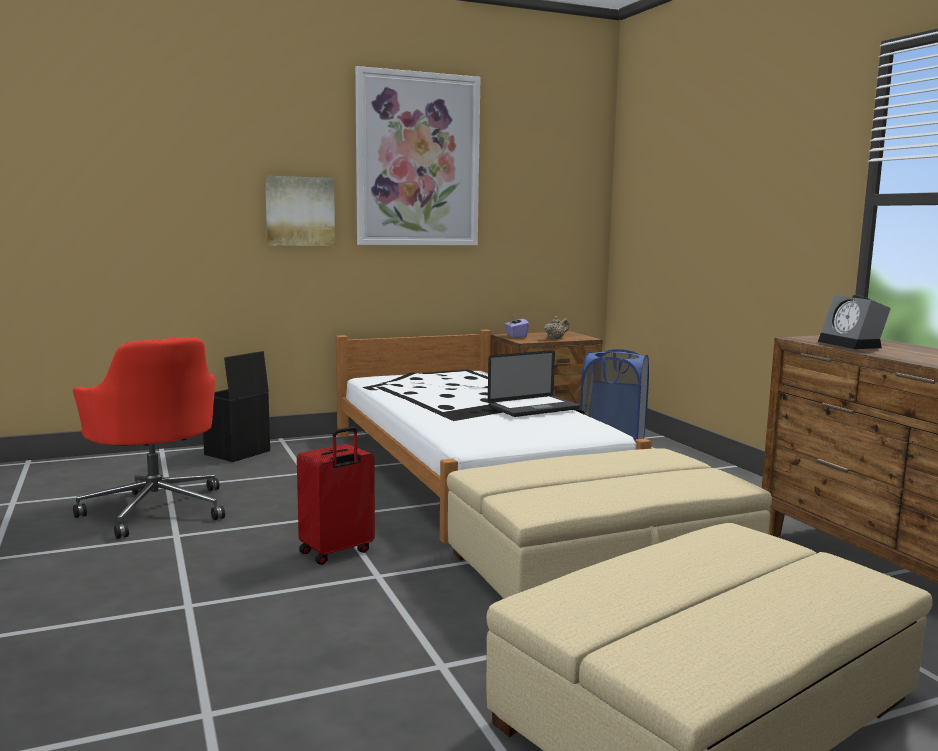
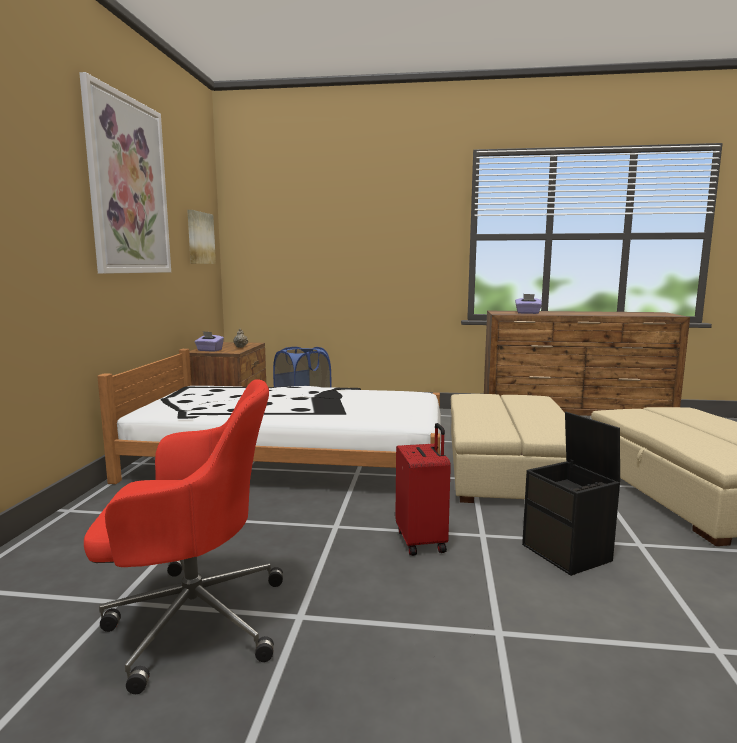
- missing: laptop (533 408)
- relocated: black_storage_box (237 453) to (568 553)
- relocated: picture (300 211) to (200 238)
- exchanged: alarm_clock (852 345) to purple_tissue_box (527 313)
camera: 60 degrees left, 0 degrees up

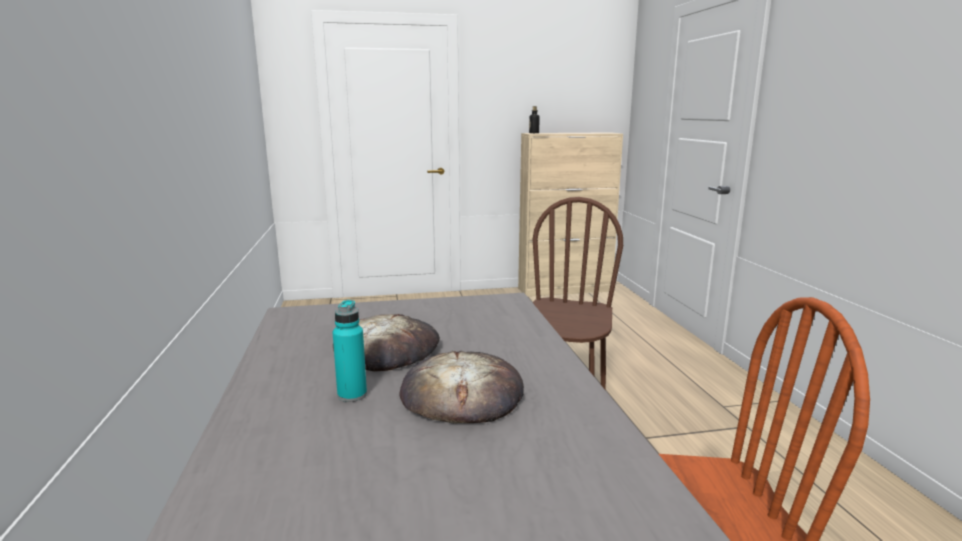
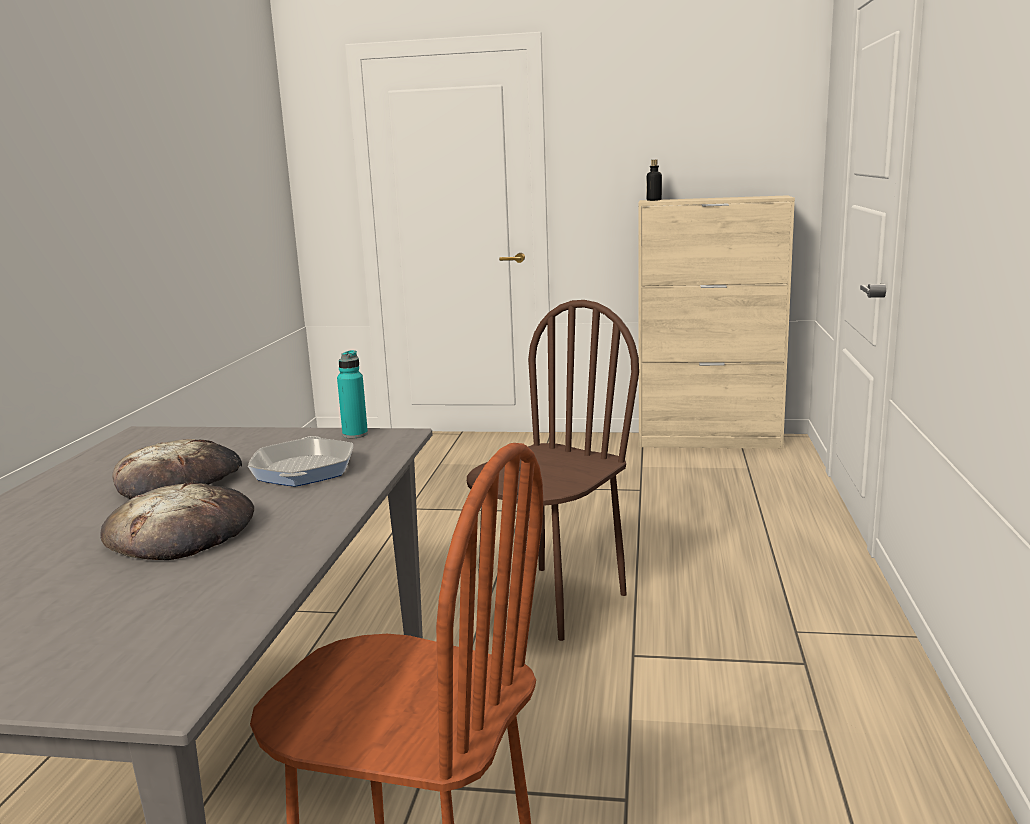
- appeared: frying_pan (303 470)
- relocated: turquoise_bottle (352 395) to (355 434)
camera: 20 degrees right, 0 degrees up

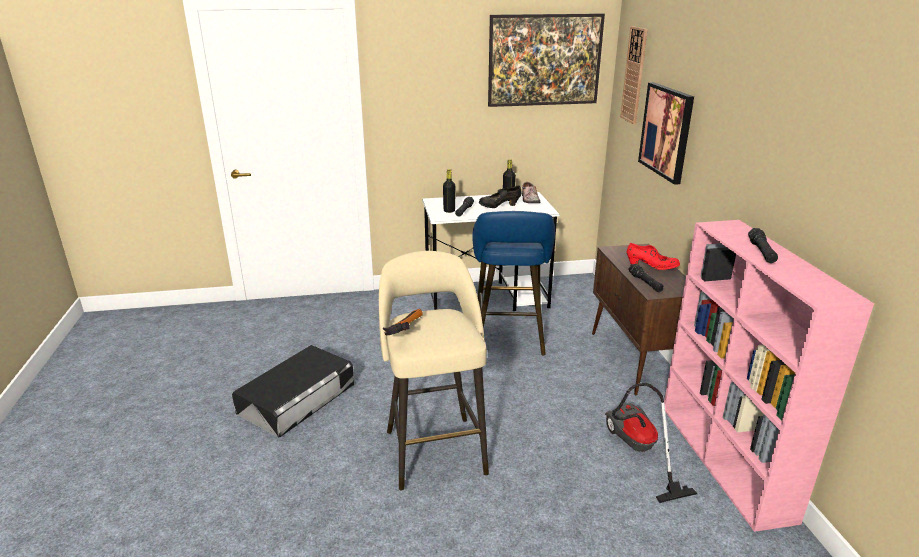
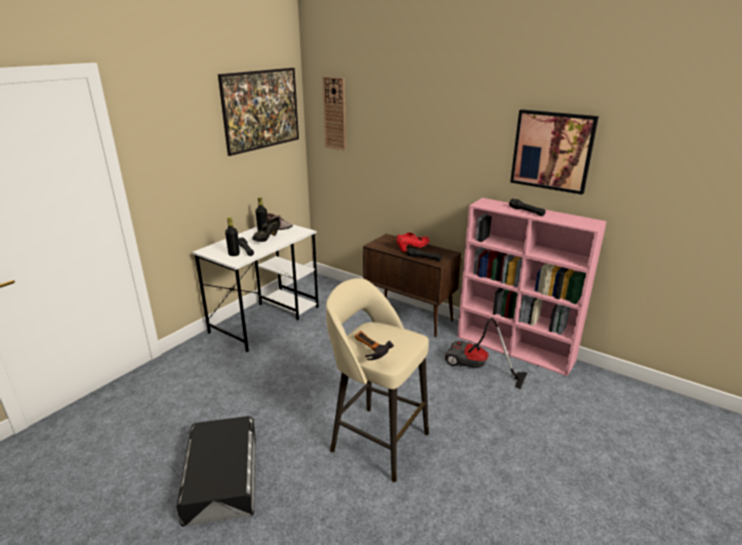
- missing: blue_stool (509 340)
- relocated: picture (666 131) to (552 151)
camera: 45 degrees left, 0 degrees up

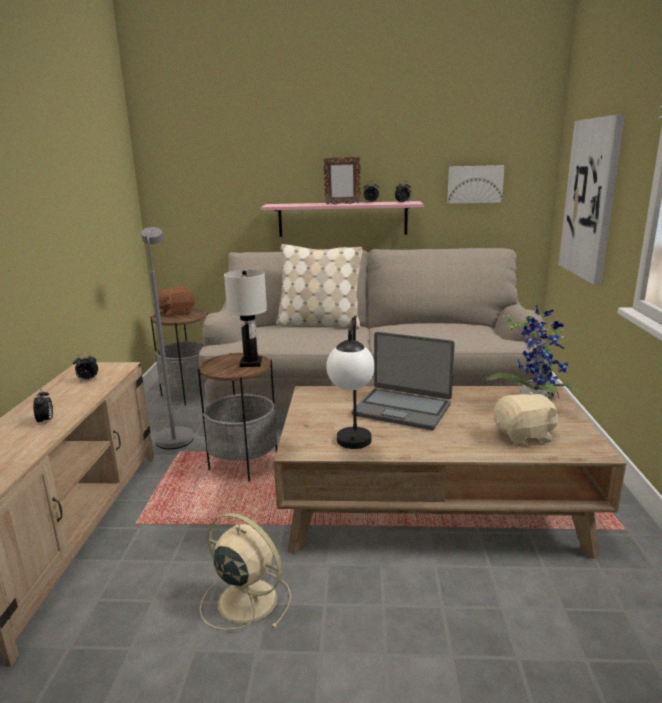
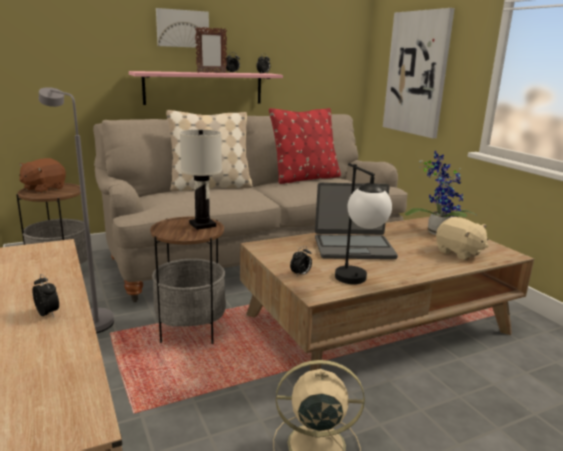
- appeared: red_pillow (305 178)
- relocated: alarm_clock (88 380) to (300 274)
- relocated: picture (475 184) to (182 28)
- spun: beige_plush_toy (524 436) = (459 252) 90 degrees clockwise
camera: 30 degrees left, 0 degrees up

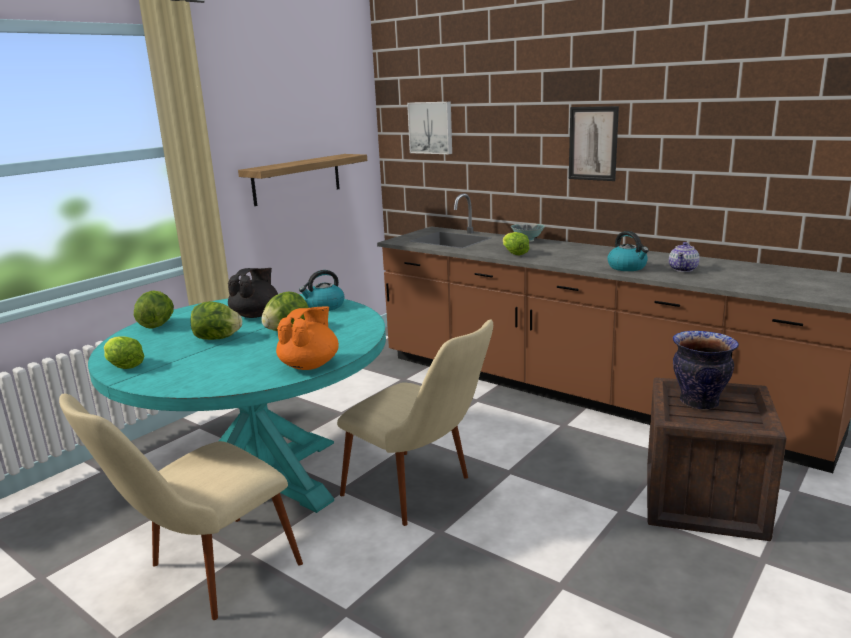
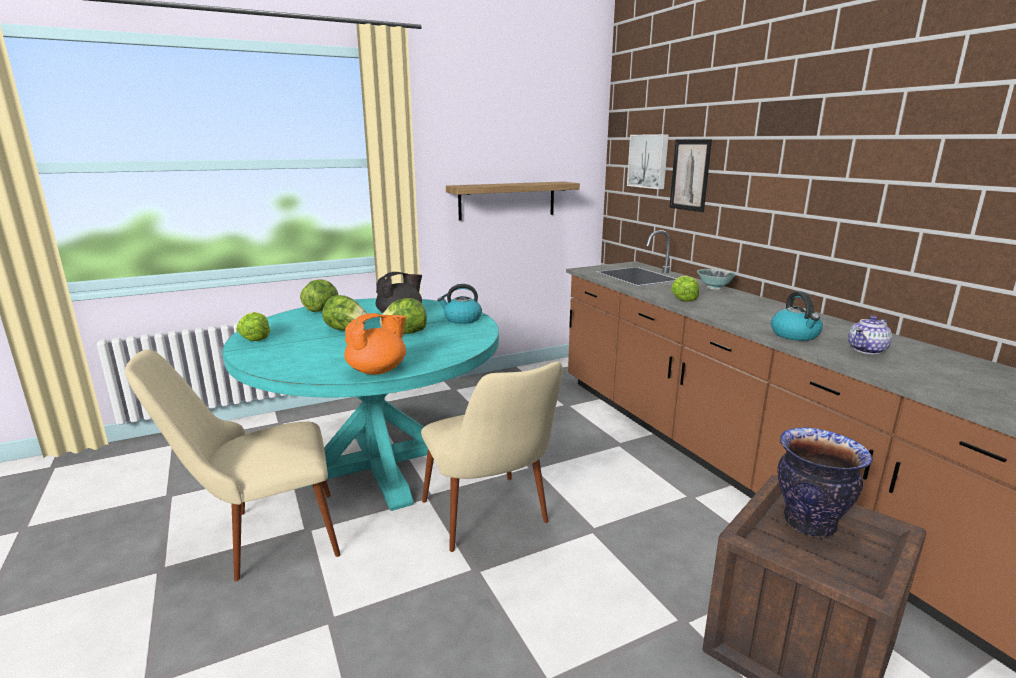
- relocated: picture (593 143) to (690 175)
camera: 25 degrees right, 0 degrees up

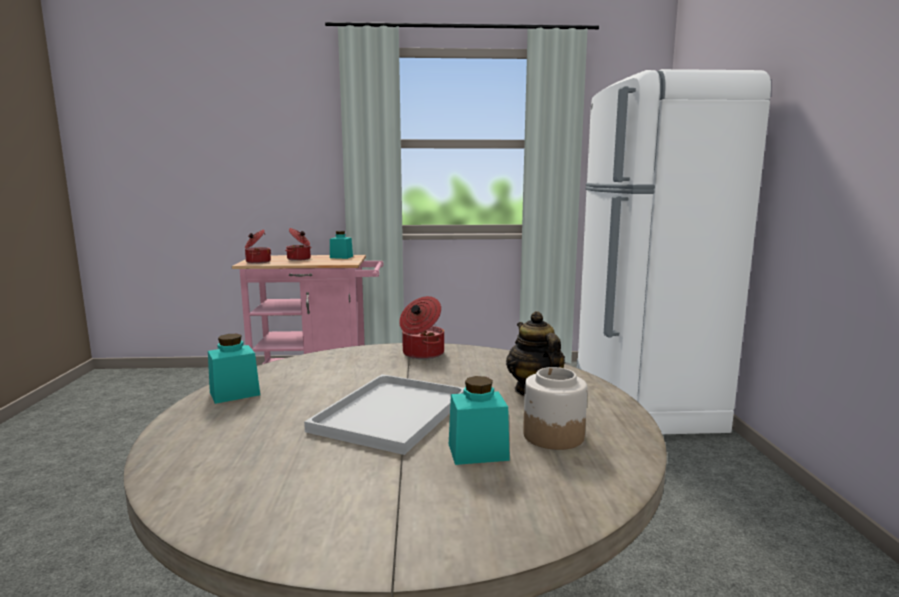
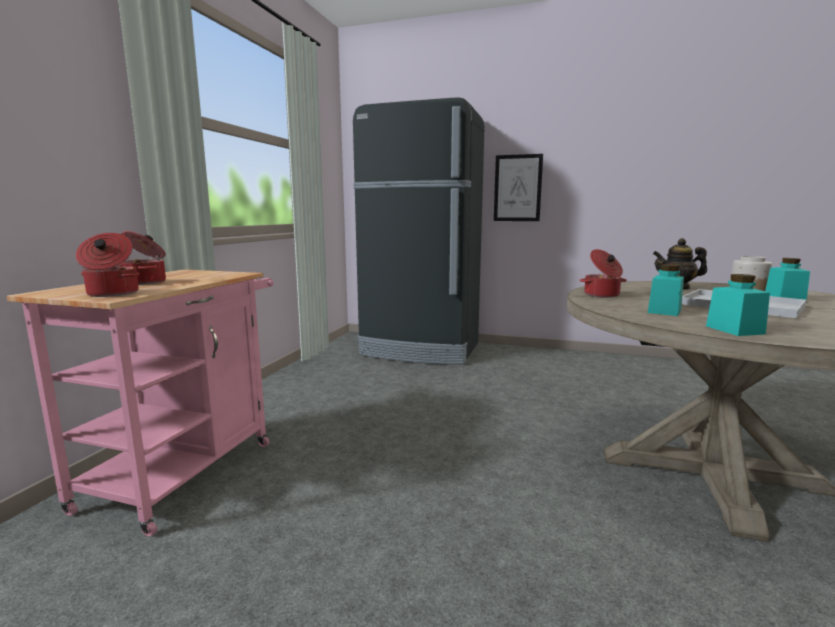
- appeared: picture (517 188)
- relocated: turquoise_jar (341 257) to (664 311)
- colour: white_fridge (642 405) to black_fridge (421 349)
camera: 70 degrees left, 0 degrees up

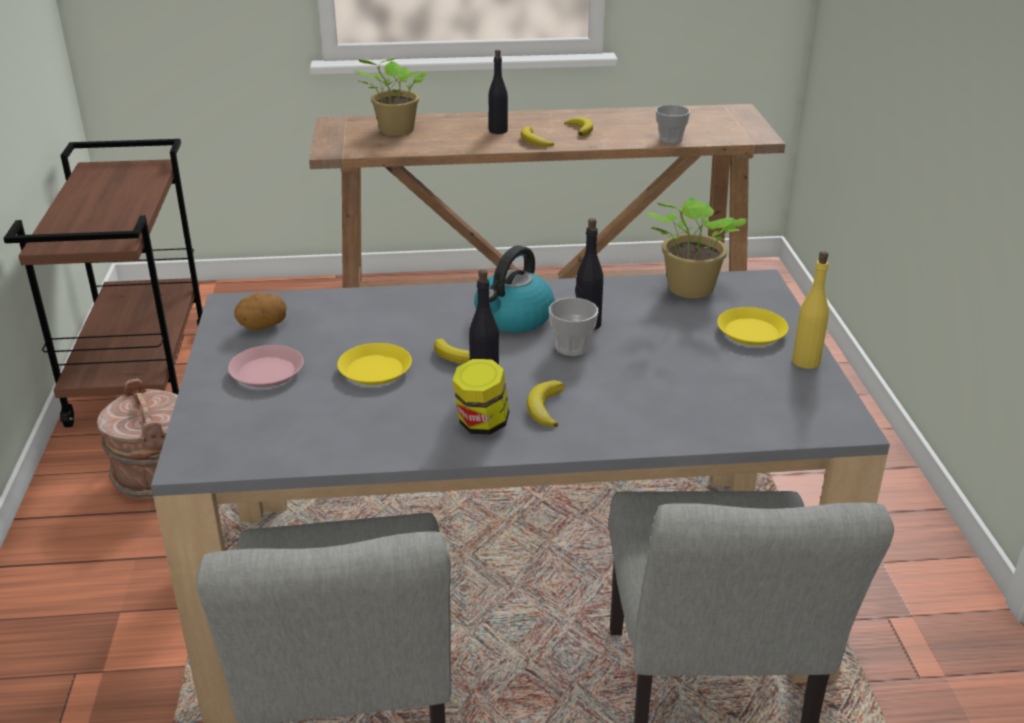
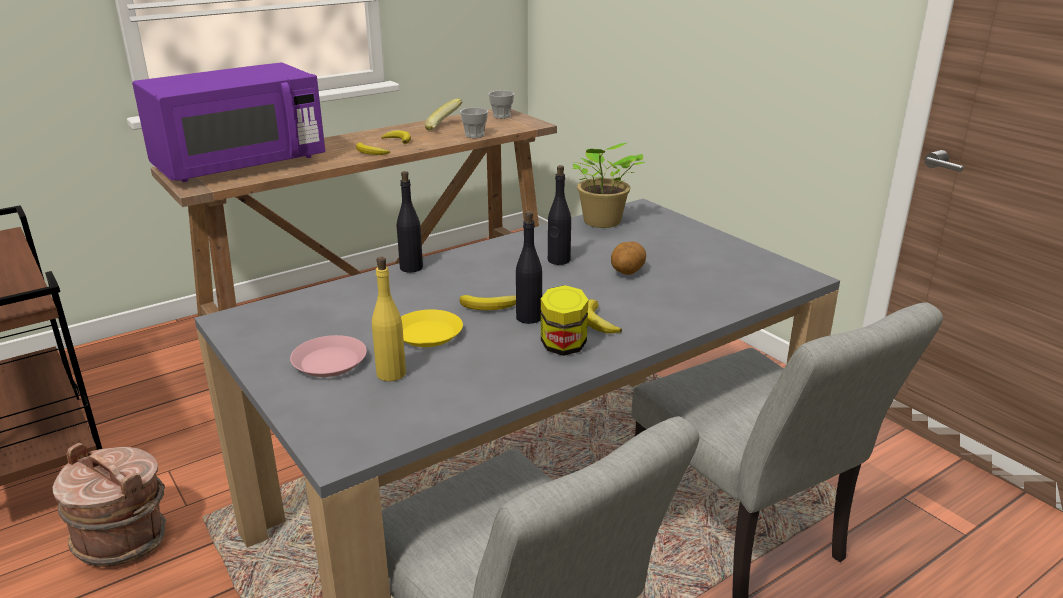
- missing: kettle (513 318)
- missing: yellow_plate (751 332)
- appeared: banana (444 128)
- relocated: potato (262 327) to (627 272)
- relocated: black_bottle (498 131) to (411 267)
- relocated: cup (572 347) to (501 116)
- relocated: yellow_bottle (806 361) to (391 373)
- exchanged: potted_plant (394 131) to purple_microwave (239 165)
camera: 30 degrees left, 5 degrees down

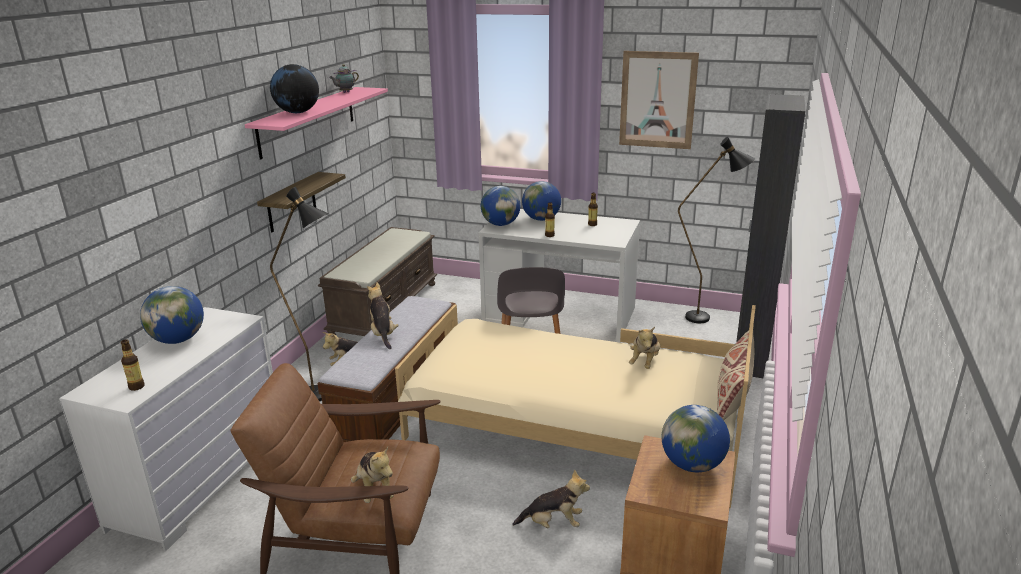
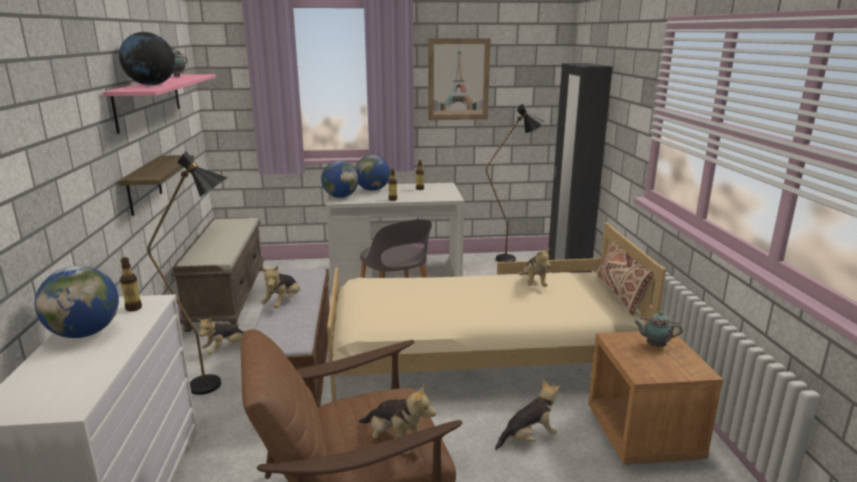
- relocated: bottle (136 387) to (134 308)
- exchanged: globe (692 464) to teapot (654 345)
- spun: plush_toy (383 334) = (283 303) 120 degrees counterclockwise
camera: 25 degrees left, 5 degrees down

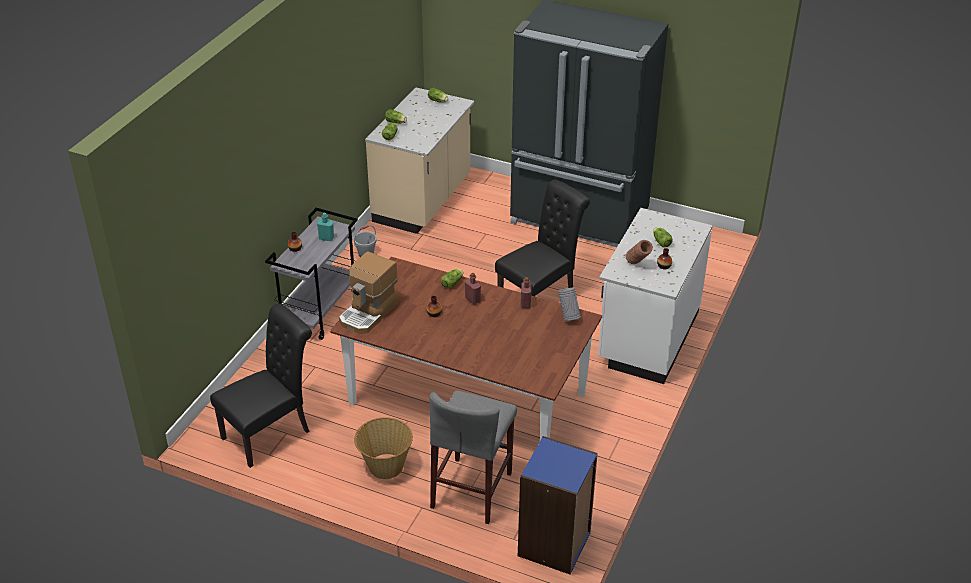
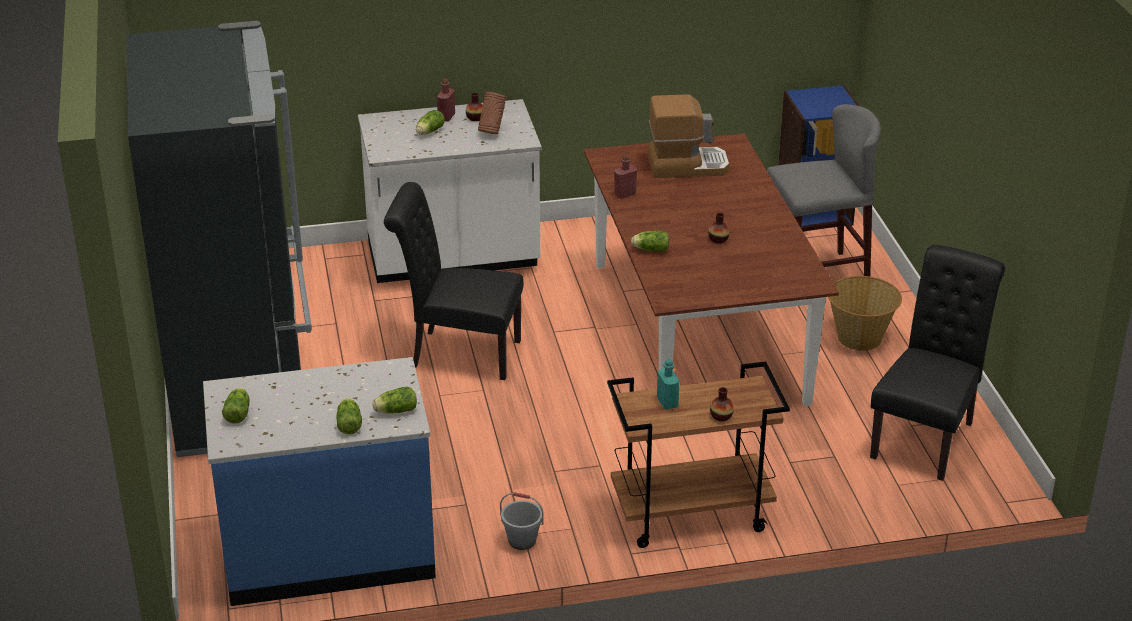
- missing: grey_vase (568 317)
- relocated: coffee_machine (369 313) to (687 165)
- relocated: red_bottle (472 299) to (446 117)
- colour: grey_cart (319 311) to brown_cart (690 516)
- colour: beige_counter (423 201) to blue_counter (328 552)
- spun: black_chair (271 432) = (926 436) 105 degrees clockwise
camera: 125 degrees left, 5 degrees down

